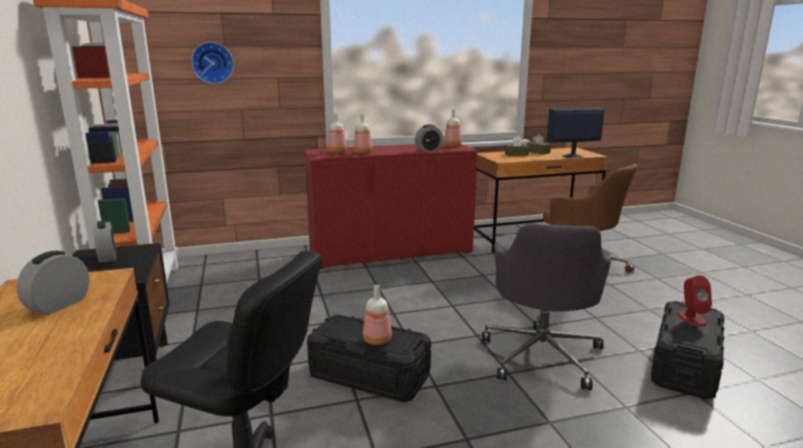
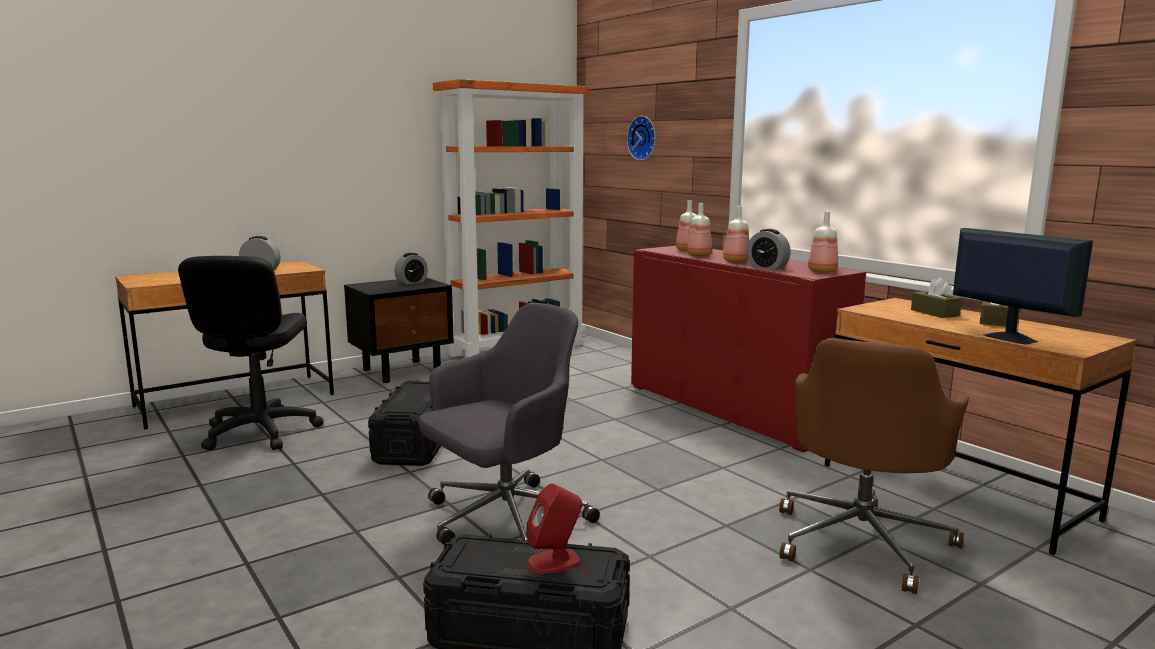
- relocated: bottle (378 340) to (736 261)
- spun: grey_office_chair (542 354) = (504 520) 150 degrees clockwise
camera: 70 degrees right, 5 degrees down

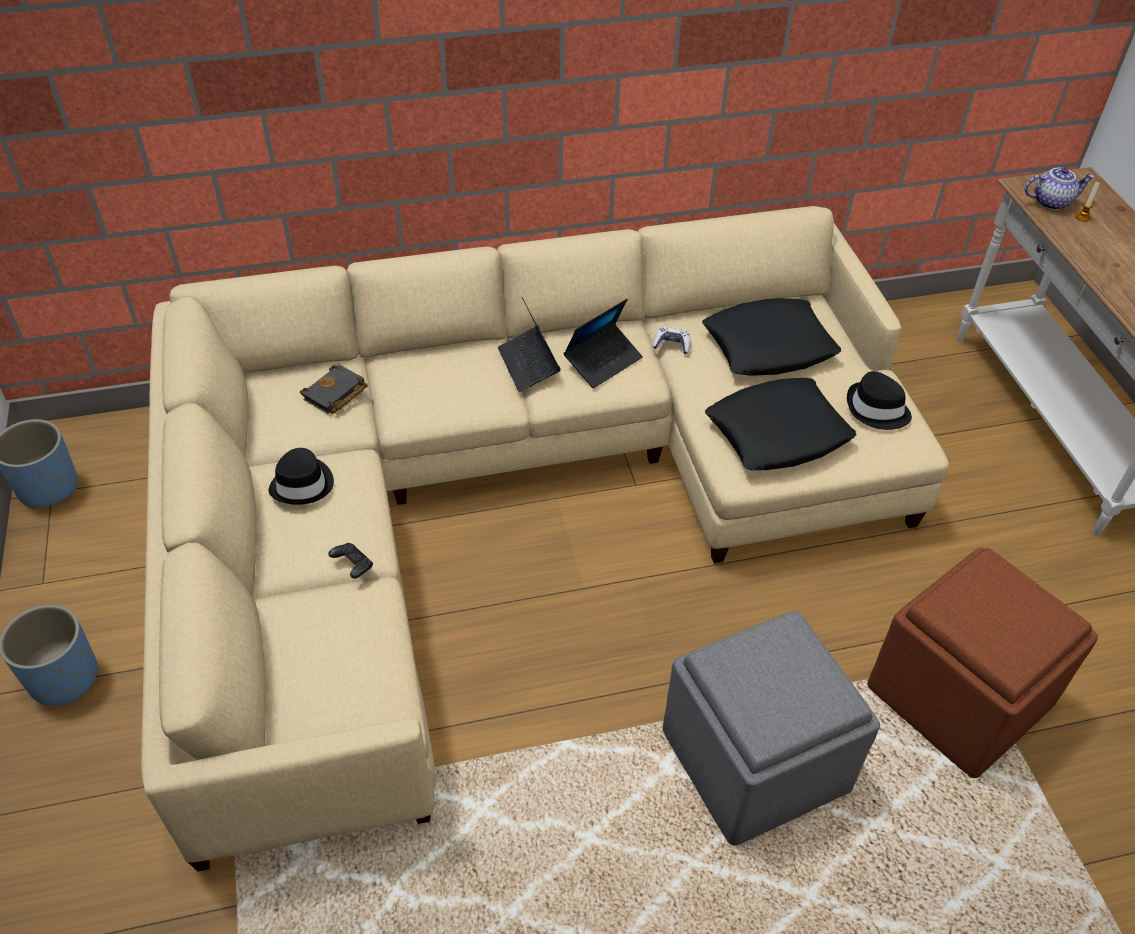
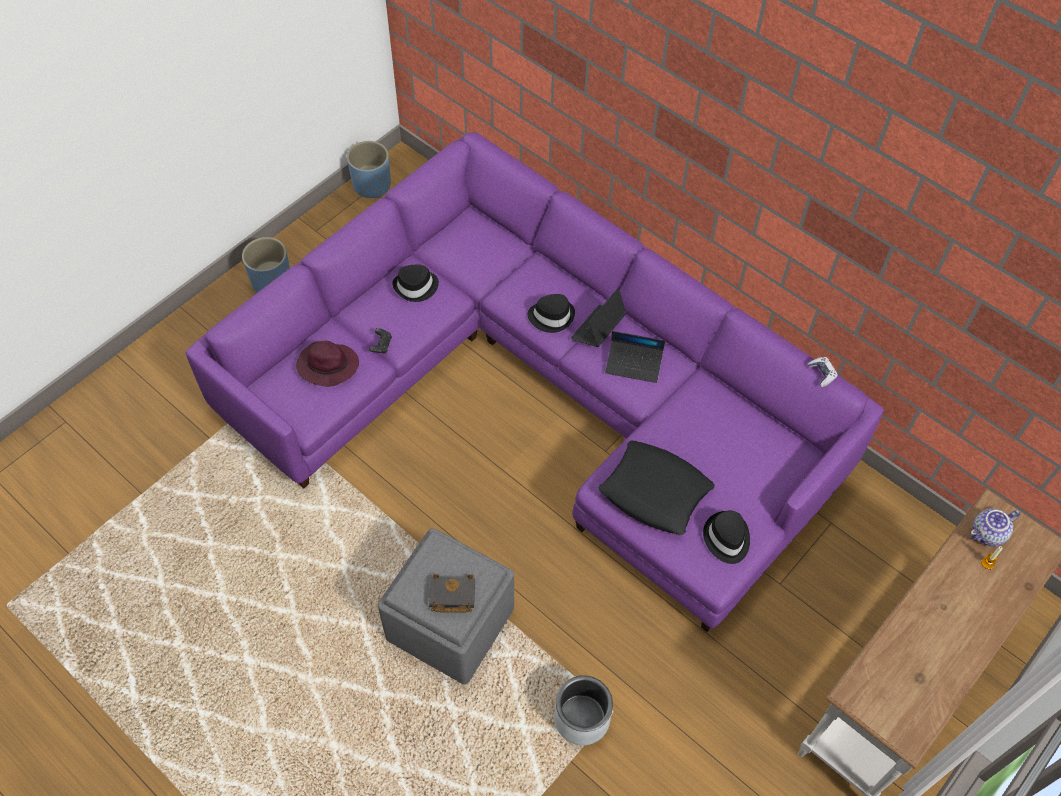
- missing: black_pillow (769 346)
- appeared: purple_hat (327 366)
- appeared: black_hat (551 316)
- relocated: black_book (335 395) to (451 596)
- relocated: game_controller (671 345) to (821 373)
- exchanged: brown_ottoman (961 695) to grey_planter (582 719)
- colour: beige_sofa (509 493) to purple_sofa (542 390)
- spun: teapot (1051 202) = (988 534) 105 degrees clockwise
camera: 55 degrees right, 10 degrees up

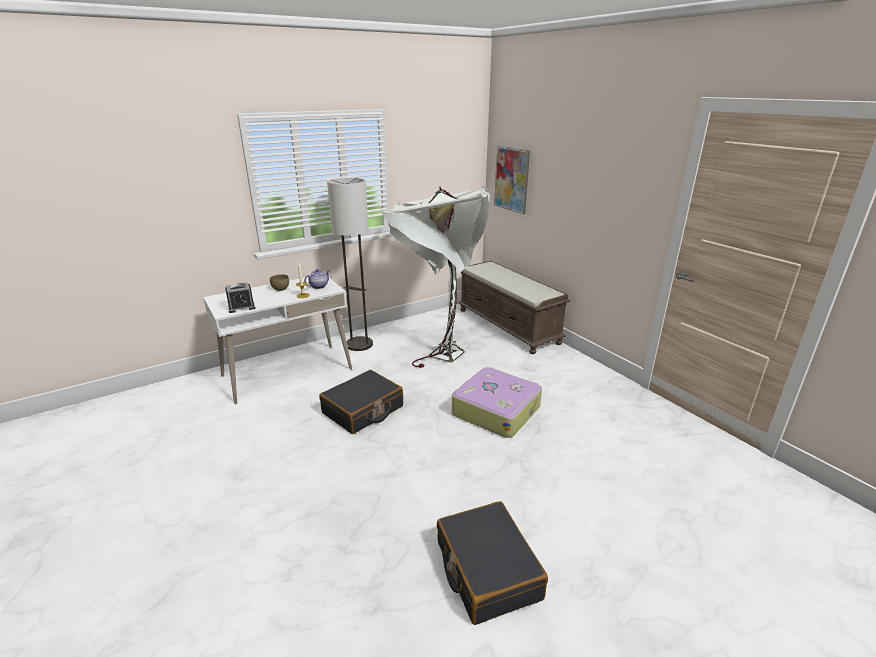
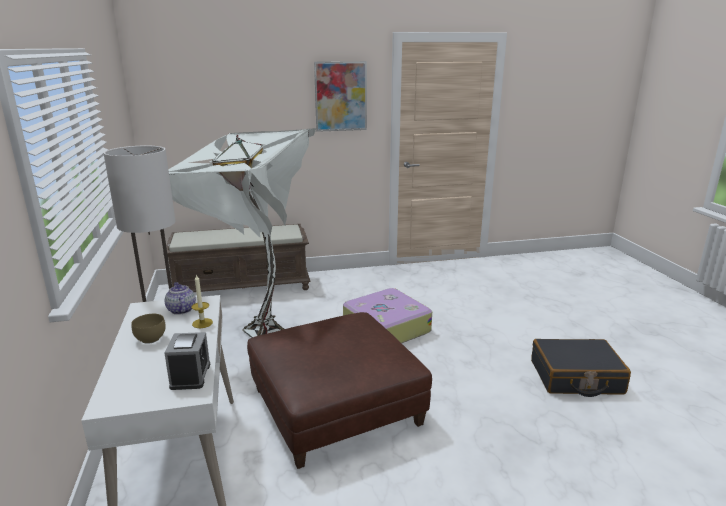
- relocated: picture (512 179) to (340 96)
- exchanged: black_suitcase (363 410) to brown_ottoman (335 406)
camera: 70 degrees left, 5 degrees down

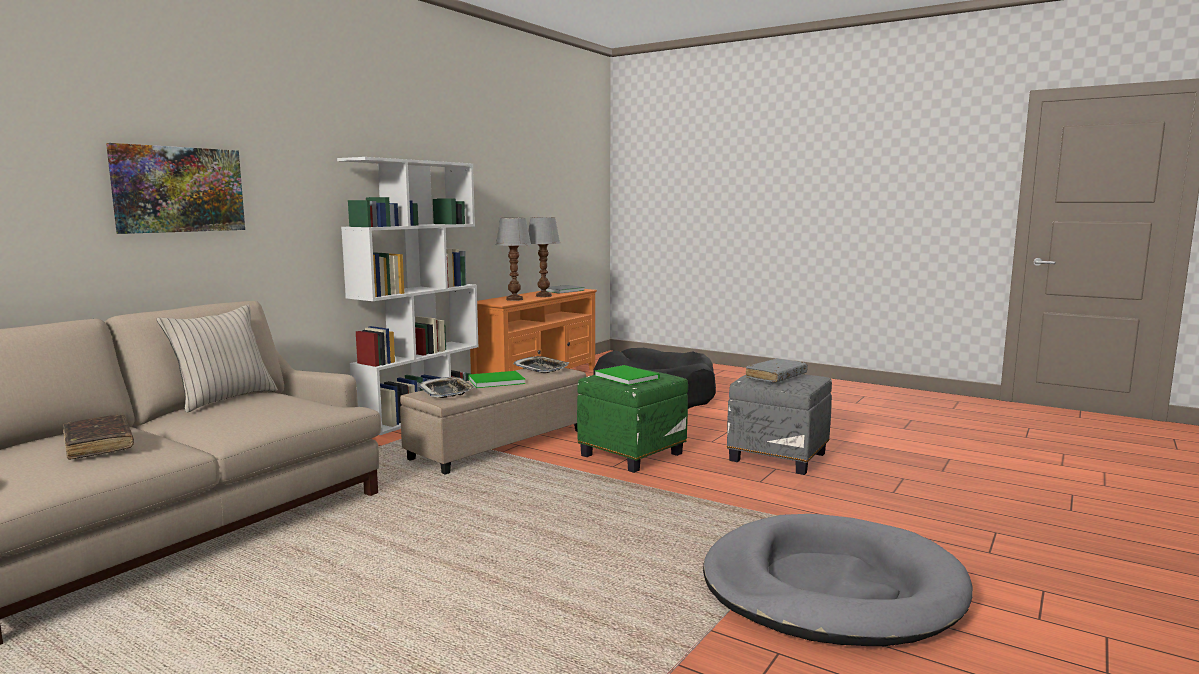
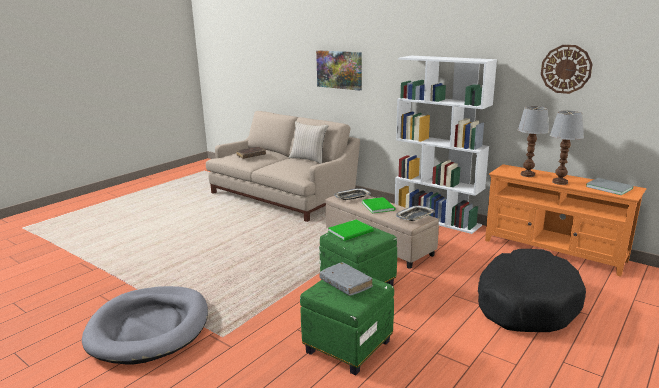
- appeared: wall_clock (566 69)
- colour: grey_ottoman (779 457) to green_ottoman (348 347)
camera: 95 degrees right, 10 degrees up

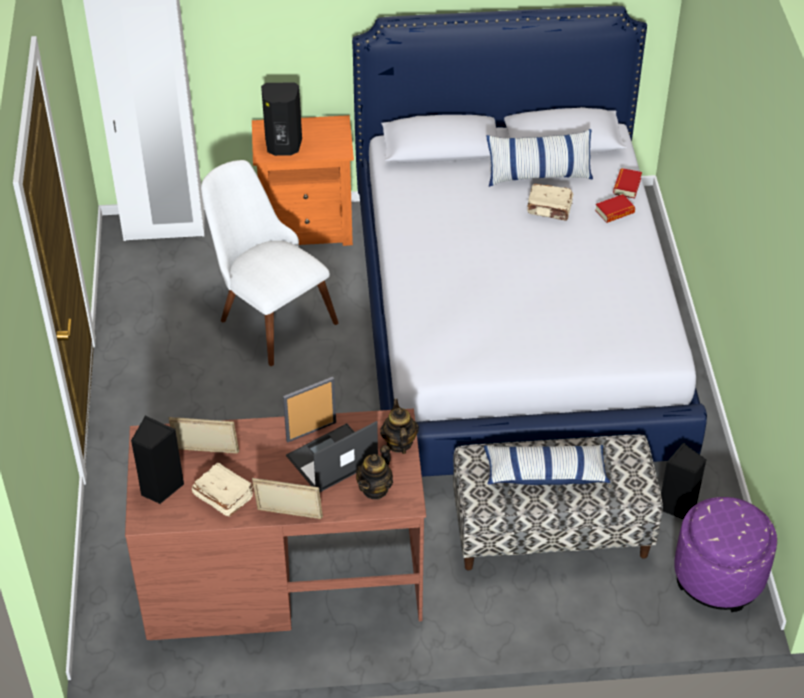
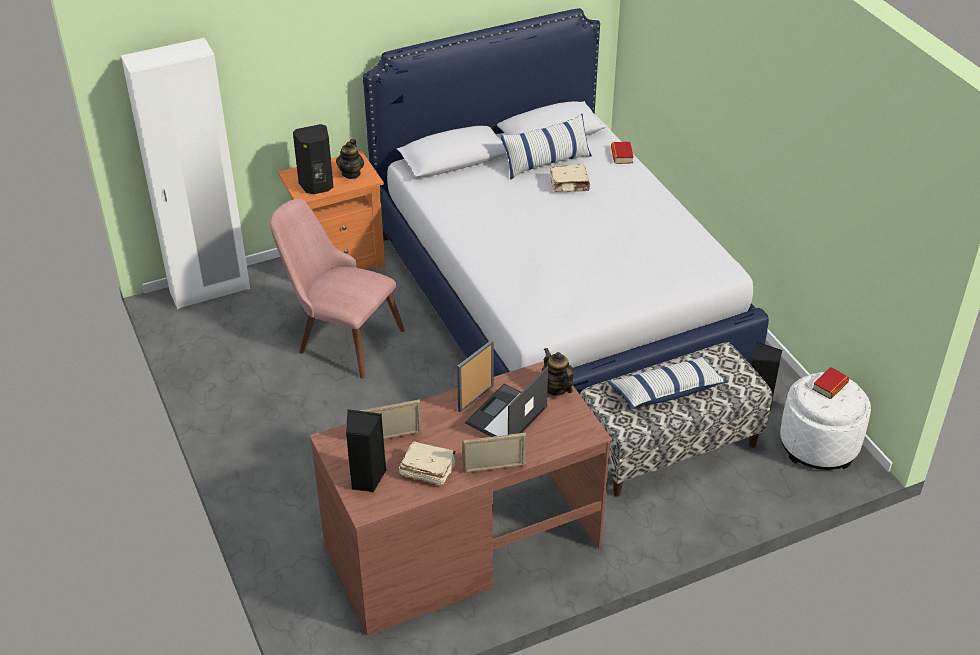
- relocated: teapot (375 489) to (351 173)
- relocated: book (614 212) to (830 386)
- colour: white_chair (268 314) to pink_chair (339 338)
- colour: purple_ottoman (718 576) to white_ottoman (818 445)
camera: 20 degrees left, 5 degrees down

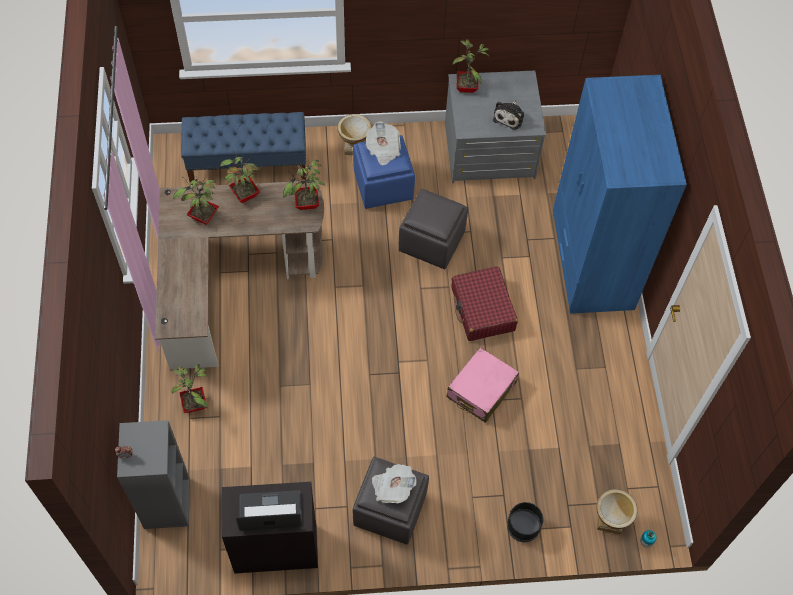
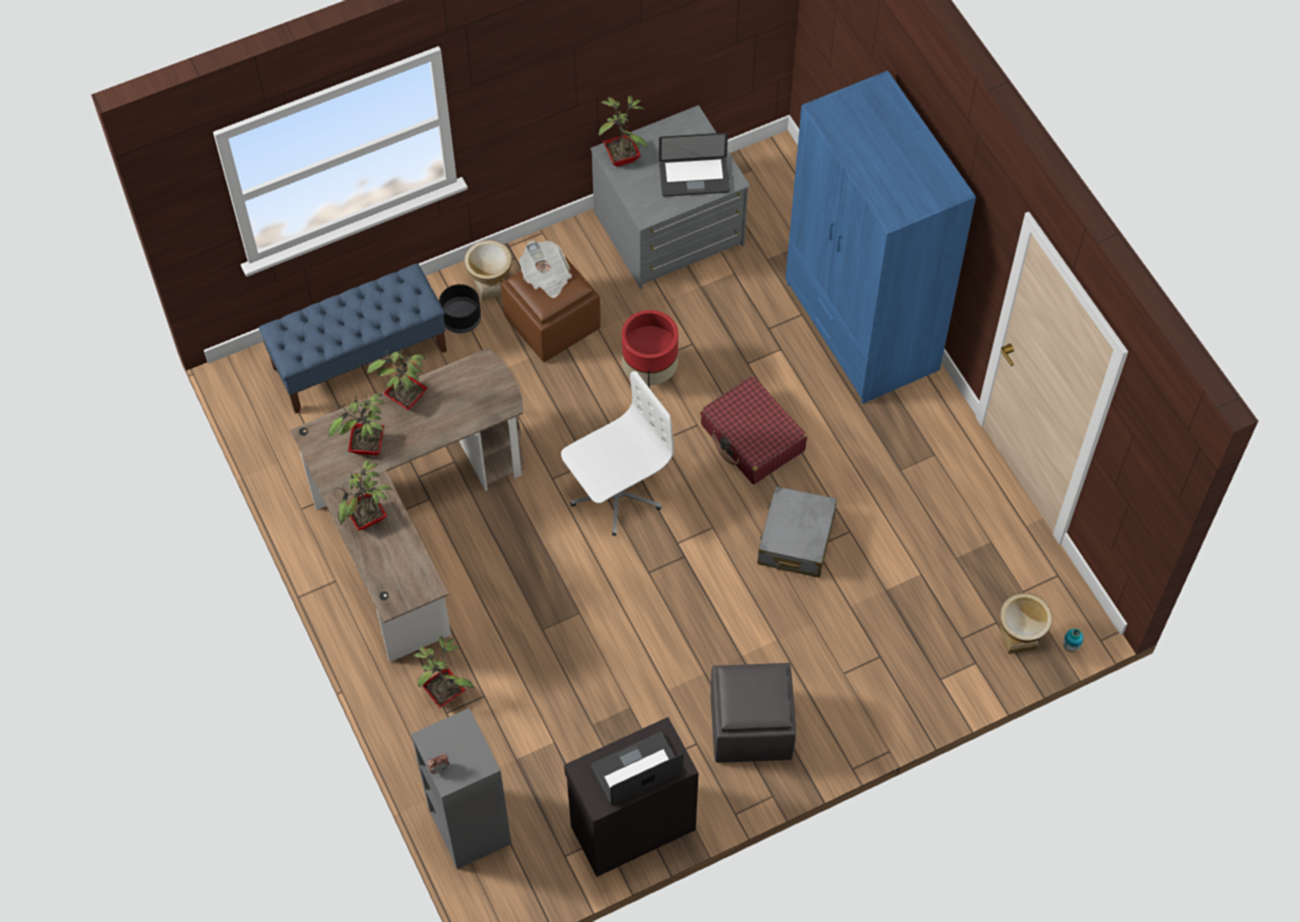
- missing: newspaper (392 487)
- appeared: white_office_chair (615 494)
- relocated: potted_plant (307 205) to (367 520)
- relocated: black_planter (523 527) to (461 319)
- exchanged: grey_ottoman (432 241) to red_planter (650 374)
- exchanged: plush_toy (509 117) to laptop (694 178)
- colour: blue_ottoman (383 184) to brown_ottoman (552 322)
- colour: pink_suitcase (481 390) to grey_suitcase (796 539)
camera: 20 degrees left, 0 degrees up

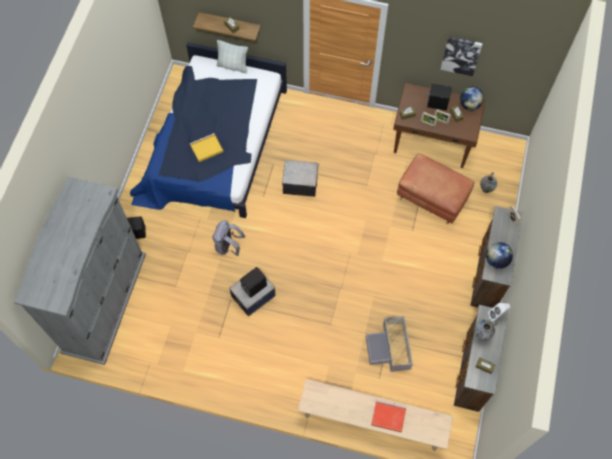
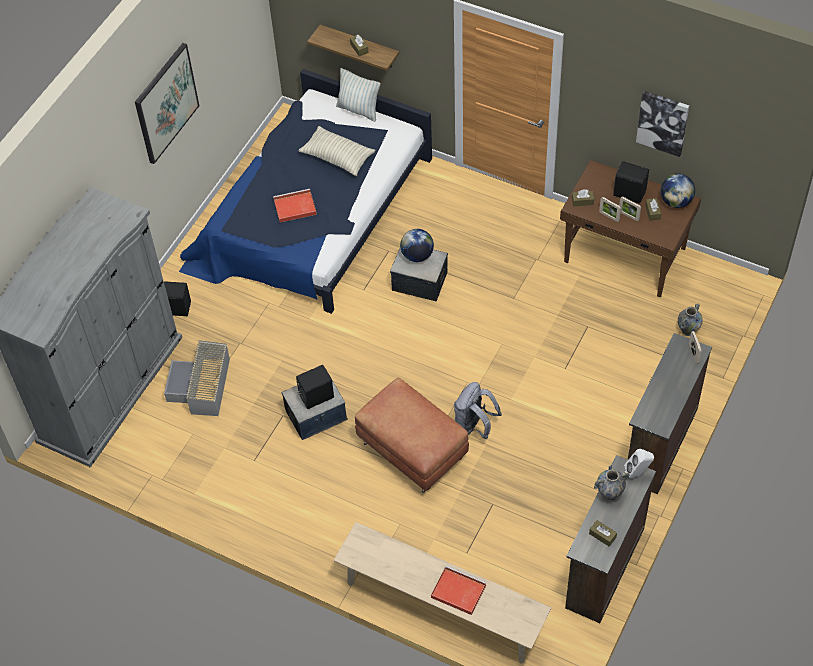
- appeared: picture (166 103)
- appeared: pillow (337 157)
- relocated: grey_backpack (228 246) to (474 426)
- relocated: grey_storage_box (390 348) to (201 387)
- relocated: brown_ottoman (432 198) to (413 451)
- relocated: globe (496 260) to (417 255)
- colour: yellow_tray (206 149) to red_tray (294 207)
camera: 15 degrees right, 10 degrees down

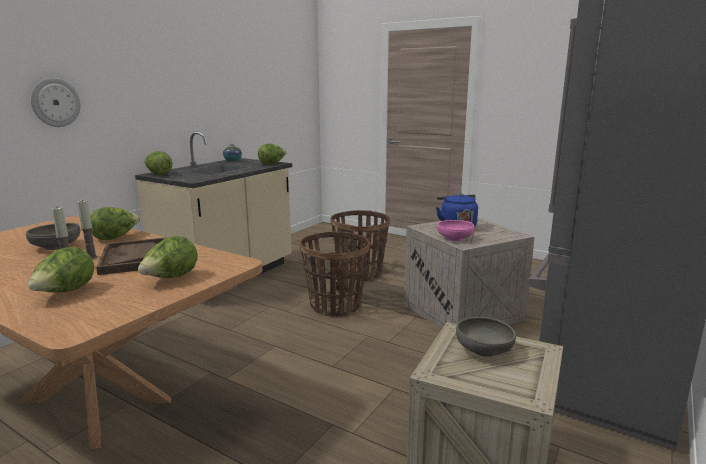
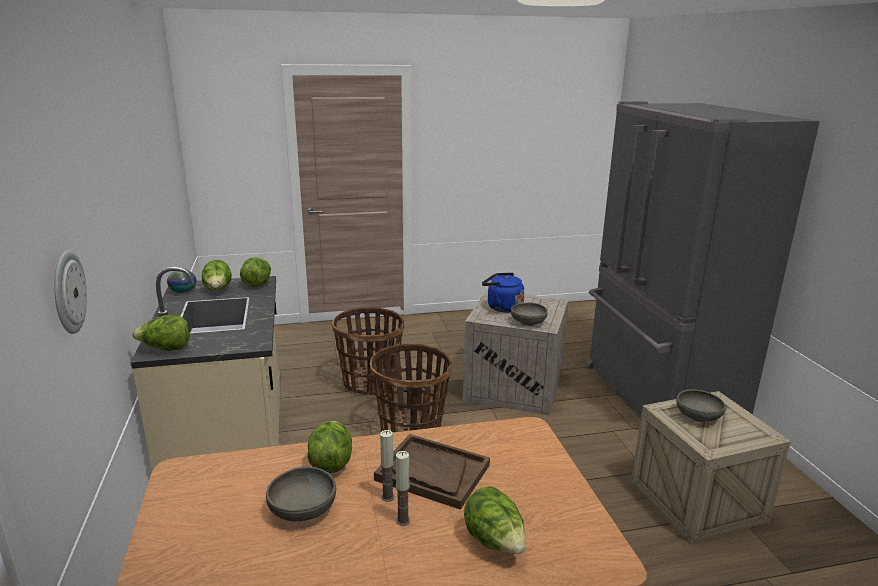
- relocated: lettuce (171 278) to (218 290)
- colour: pink_bowl (455 238) to grey_bowl (528 322)
camera: 45 degrees left, 5 degrees up

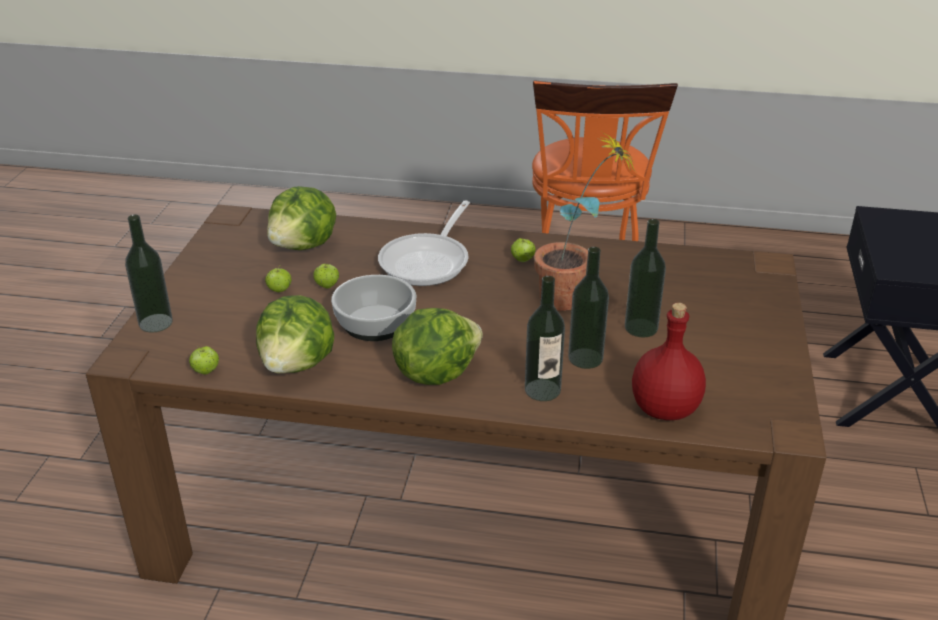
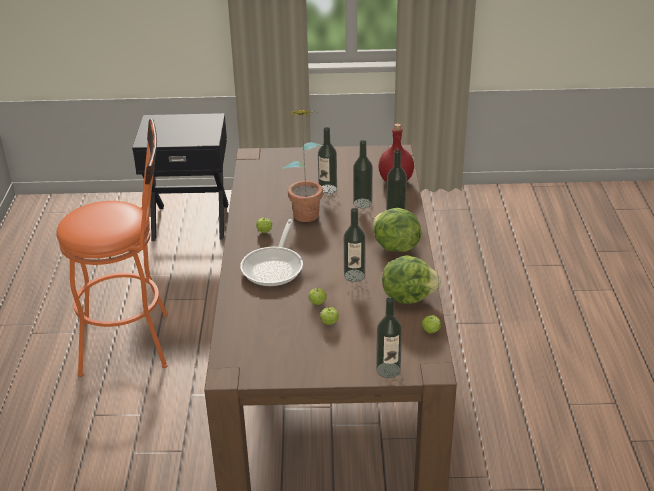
- missing: lettuce (304 246)
- exchanged: bowl (376 323) to bottle (354 275)
- spun: frying_pan (428 261) = (274 267) 90 degrees clockwise
camera: 100 degrees left, 0 degrees up

